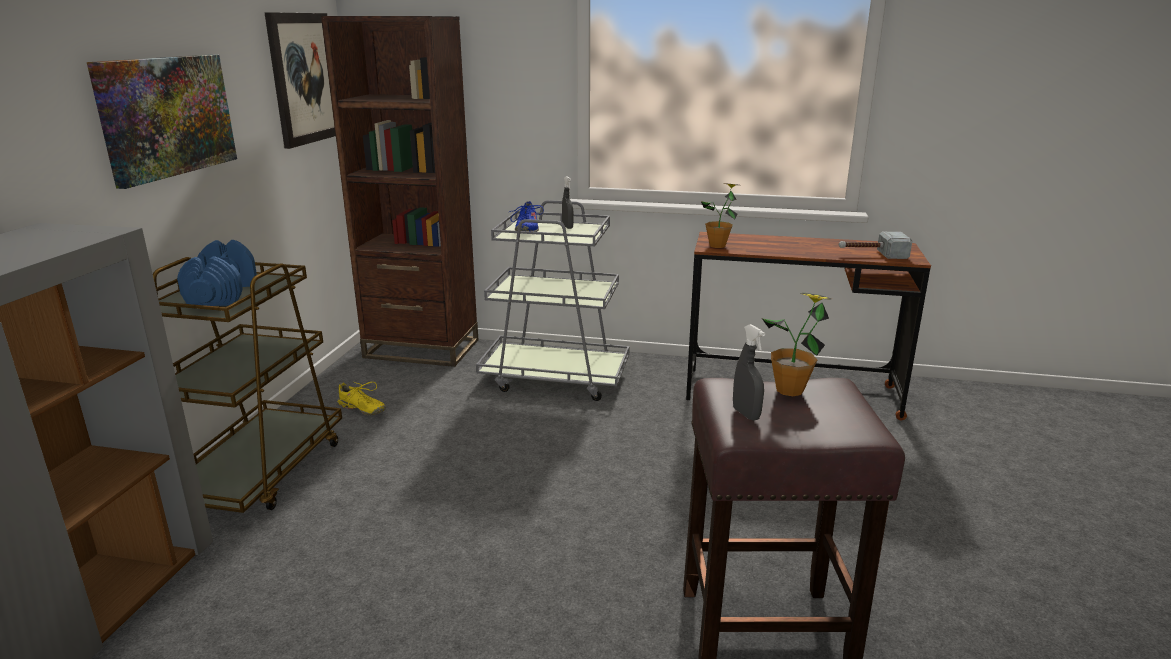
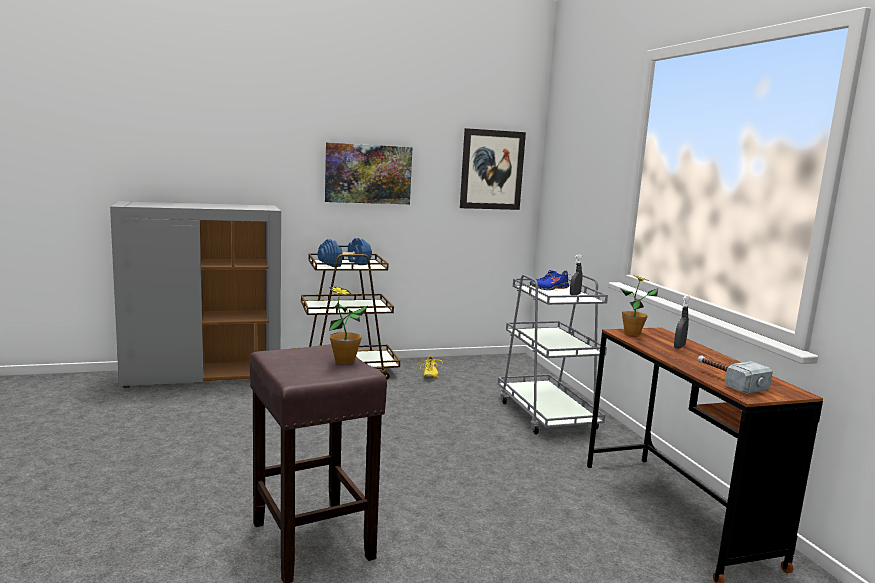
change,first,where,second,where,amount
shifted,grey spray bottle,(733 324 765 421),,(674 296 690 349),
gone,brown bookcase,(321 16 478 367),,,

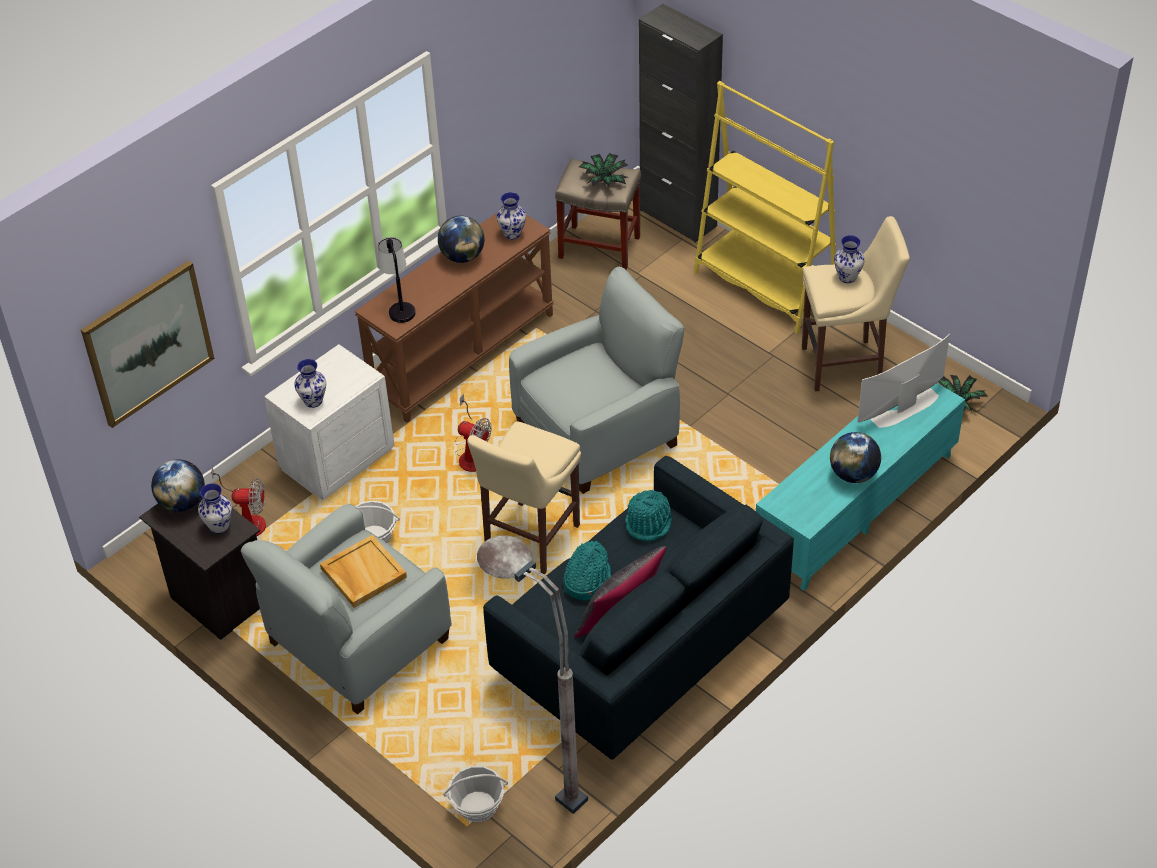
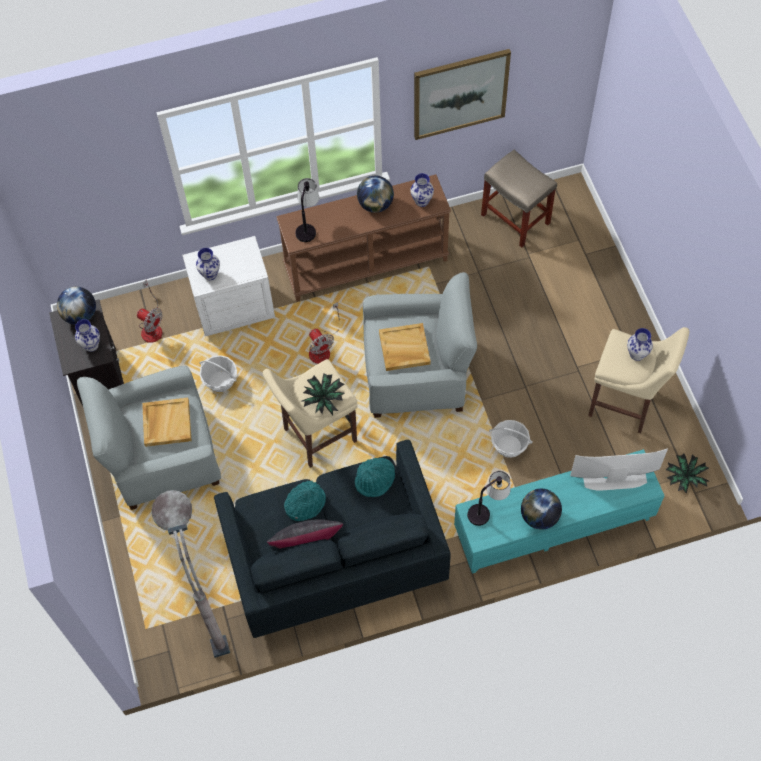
change,first,where,second,where,amount
shifted,potted plant,(579 153 628 187),,(302 373 345 415),
new,,,beige tray,(379 323 431 371),
shifted,picture,(81 261 215 428),,(414 49 511 140),
new,,,table lamp,(467 471 511 526),
shifted,basket,(443 766 508 822),,(489 420 533 458),
gone,black cabinet,(639 4 723 242),,,
gone,yellow bookcase,(694 81 836 334),,,

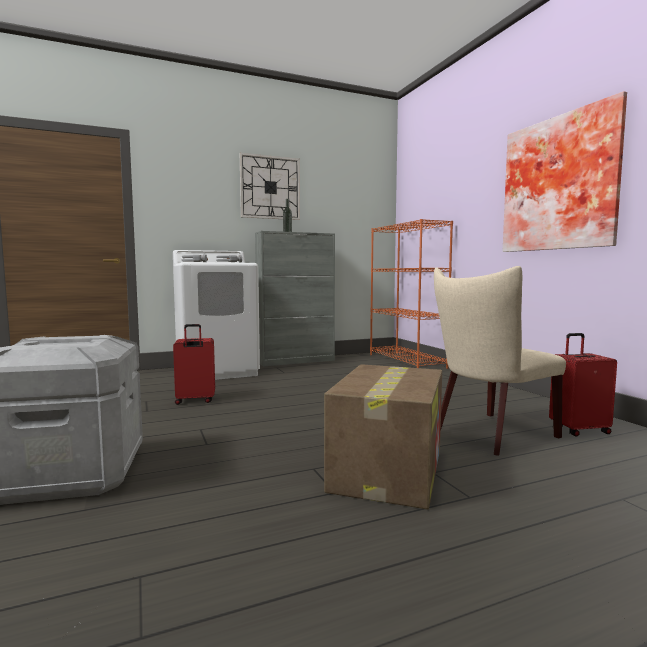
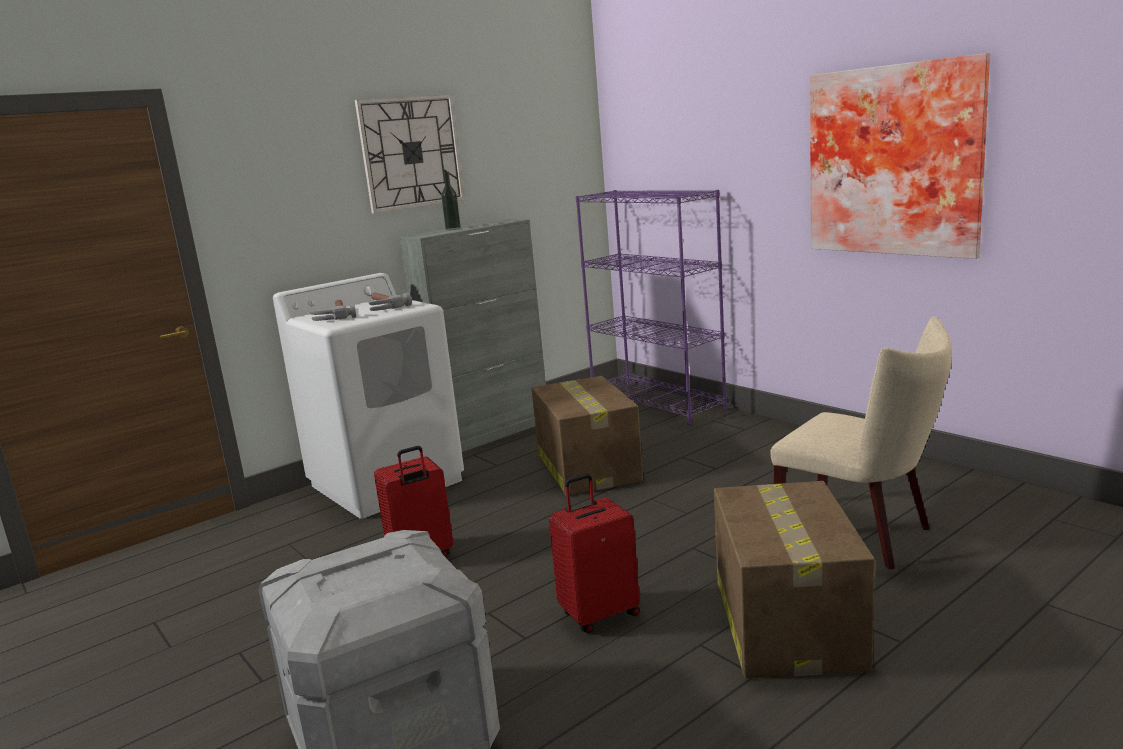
change,first,where,second,where,amount
new,,,cardboard box,(531 376 643 496),
shifted,red suitcase,(549 333 617 436),,(549 474 640 633),
repainted,orange bookcase,(370 219 453 369),purple bookcase,(576 190 727 425),
rotated,beige chair,(434 266 566 456),,(770 316 952 570),90 degrees counterclockwise

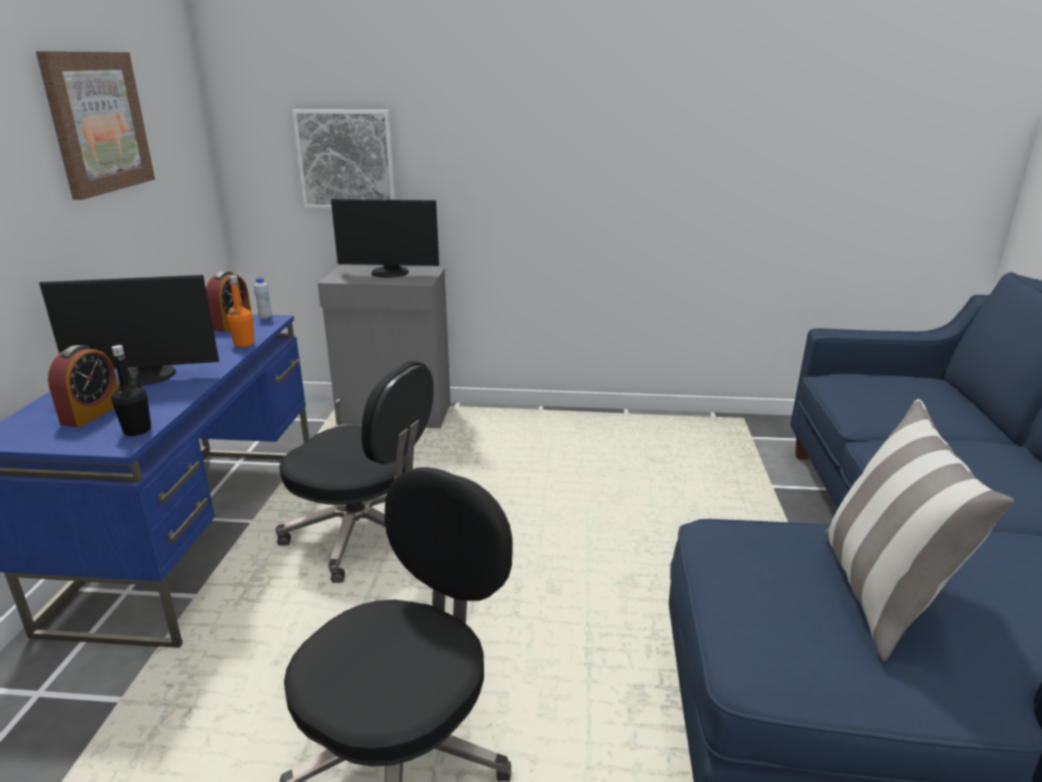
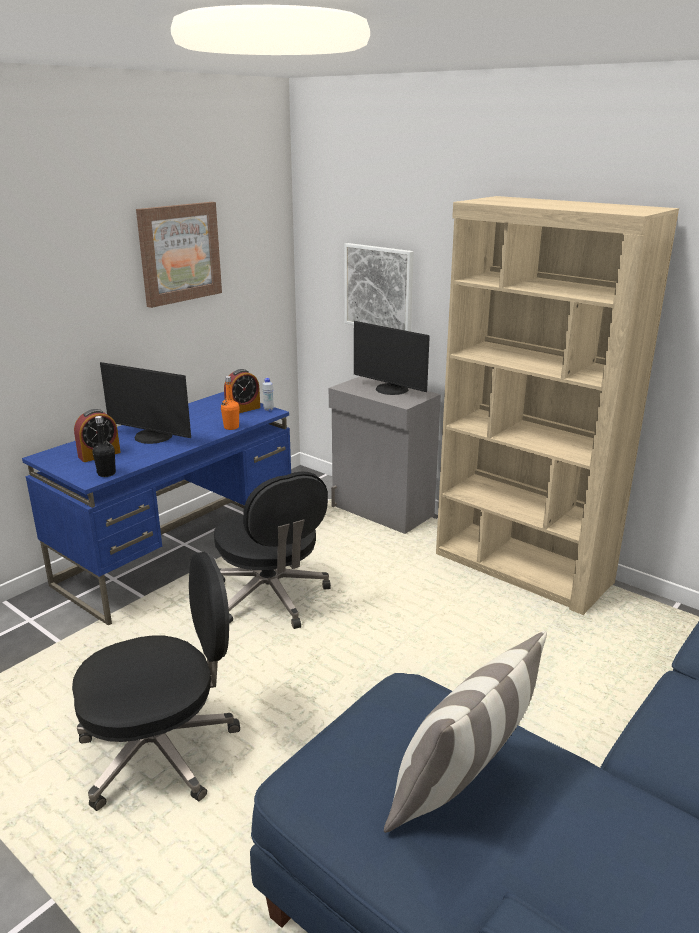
change,first,where,second,where,amount
new,,,beige bookcase,(436 196 679 615),

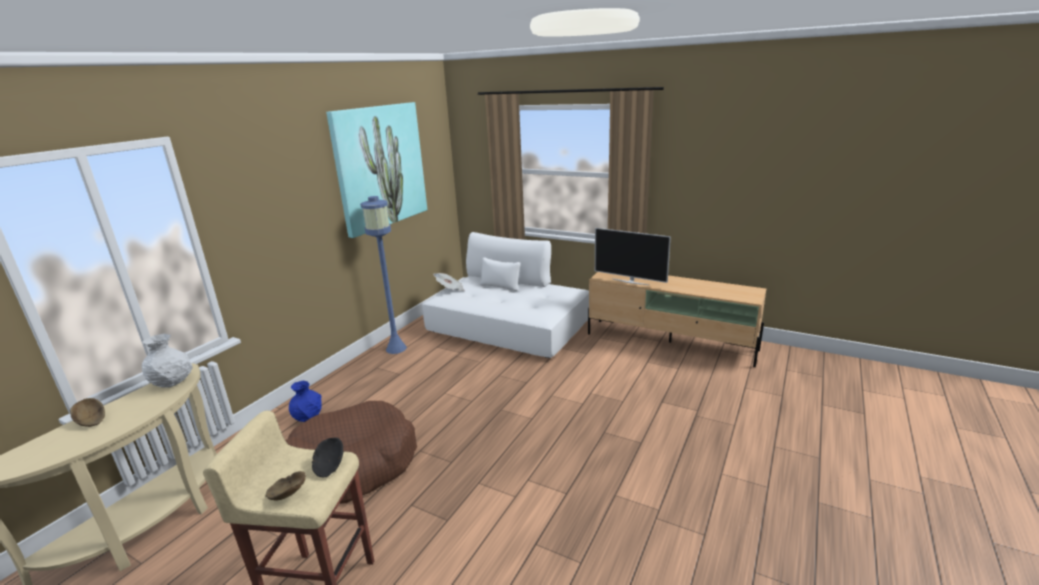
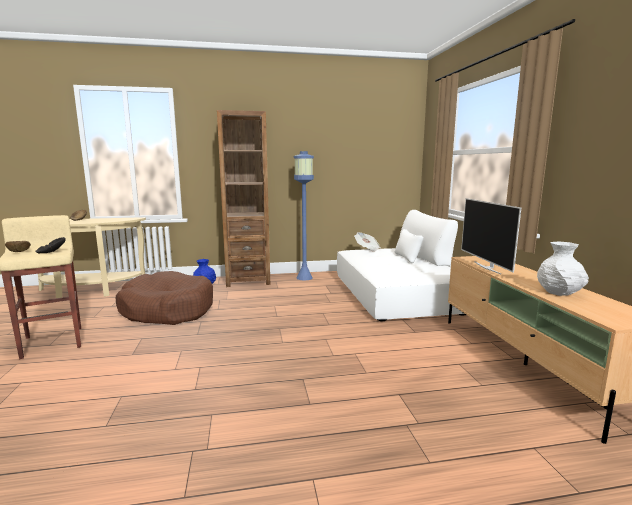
change,first,where,second,where,amount
new,,,brown bookcase,(217 110 270 287),
shifted,white vase,(142 334 193 388),,(537 242 589 296),
gone,picture,(326 102 427 238),,,

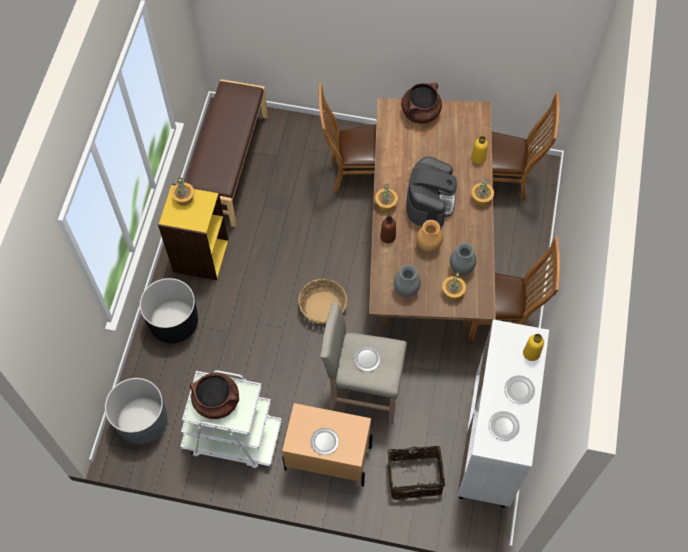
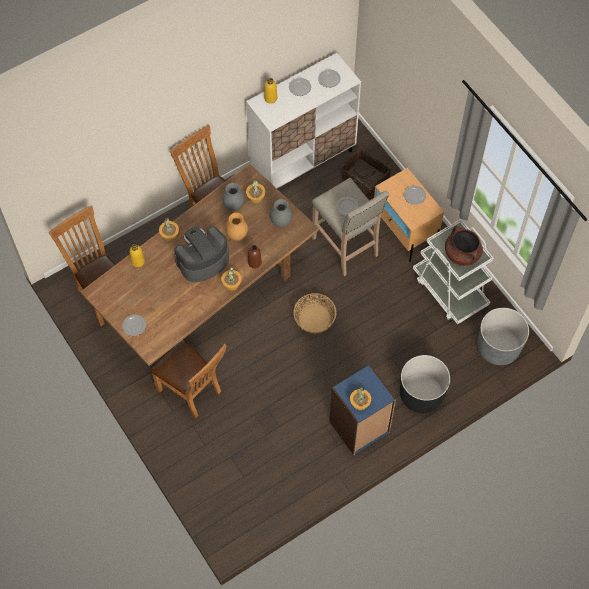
change,first,where,second,where,amount
swapped,brown cooking pot,(401 83 442 124),plate,(122 315 146 336),
repainted,yellow bookcase,(158 183 229 280),blue bookcase,(330 364 396 455),
gone,brown bench,(187 79 268 227),,,

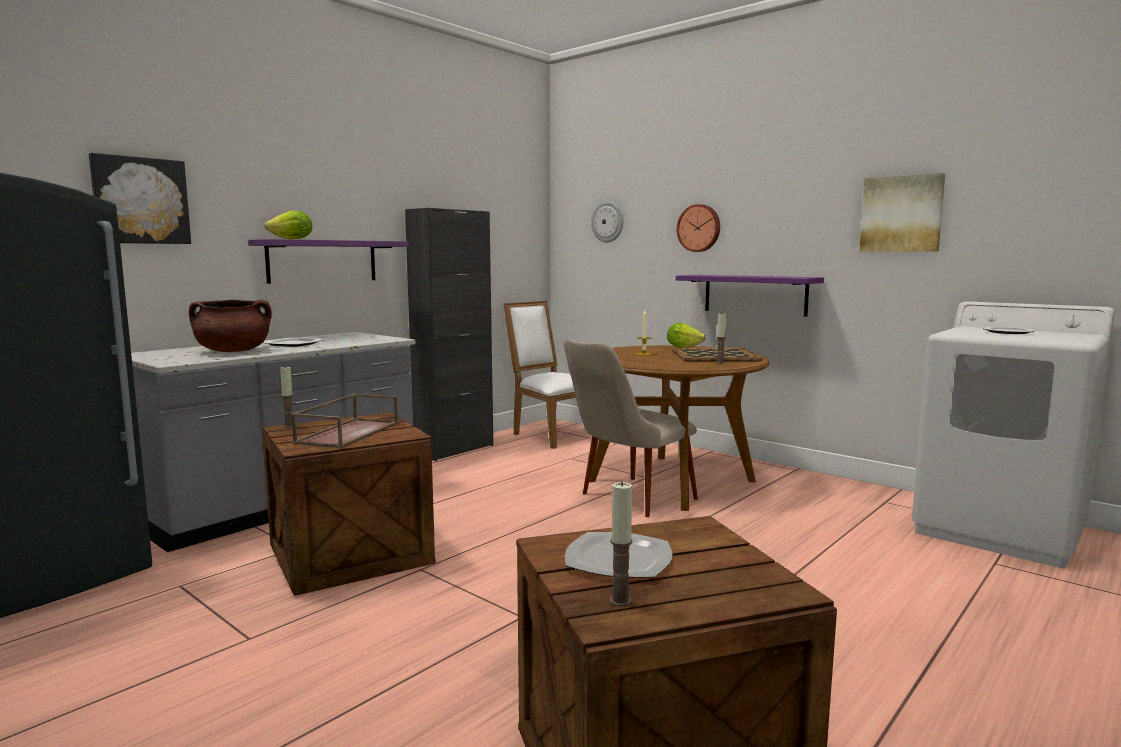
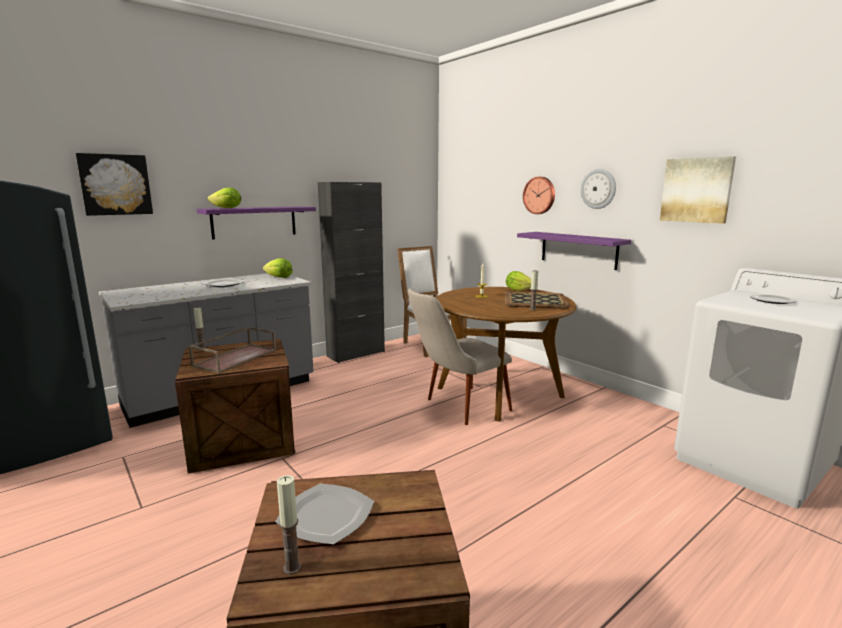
change,first,where,second,where,amount
new,,,lettuce,(263 258 293 278),
shifted,wall clock,(591 201 623 243),,(581 169 616 209),
gone,brown cooking pot,(189 300 272 352),,,

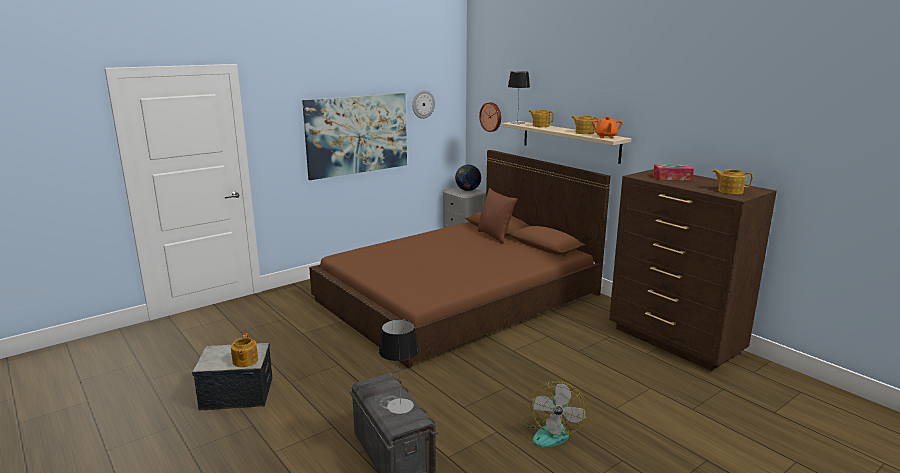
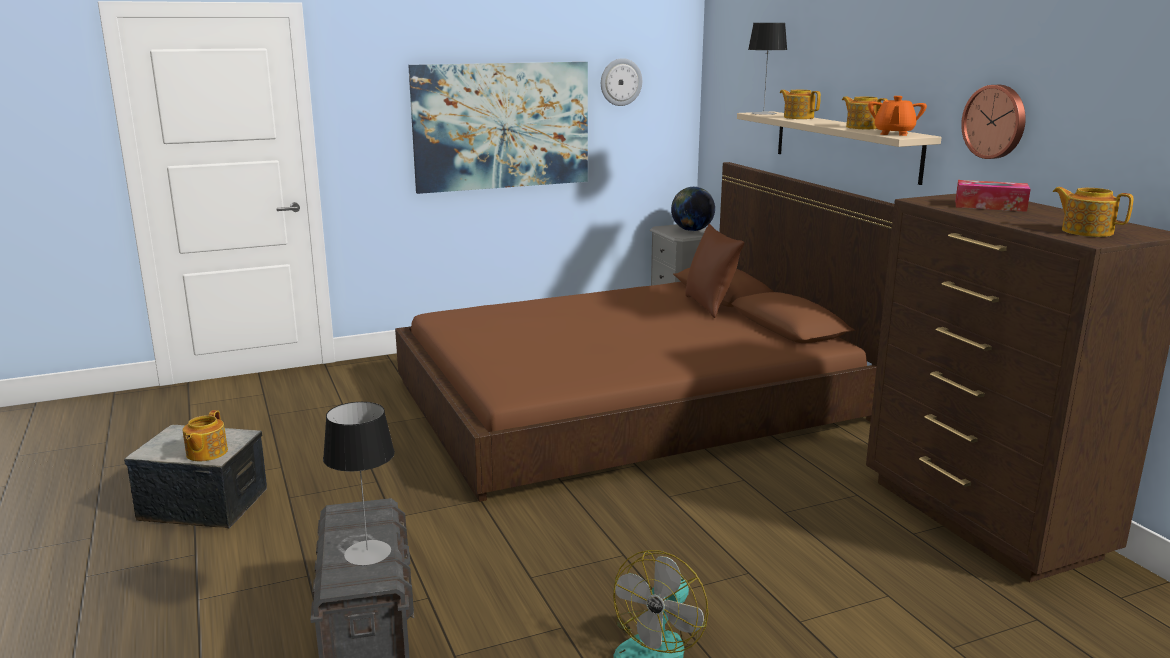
change,first,where,second,where,amount
shifted,wall clock,(479 102 501 132),,(961 85 1026 159),

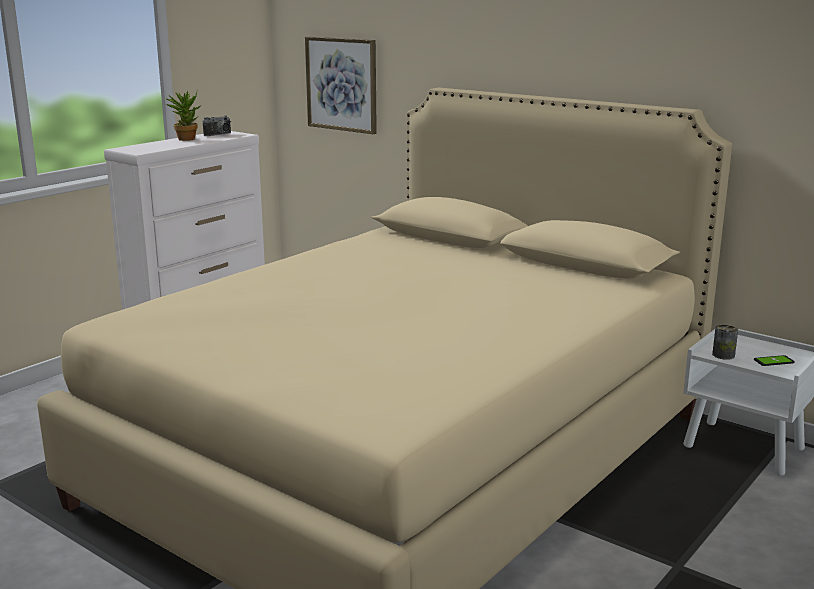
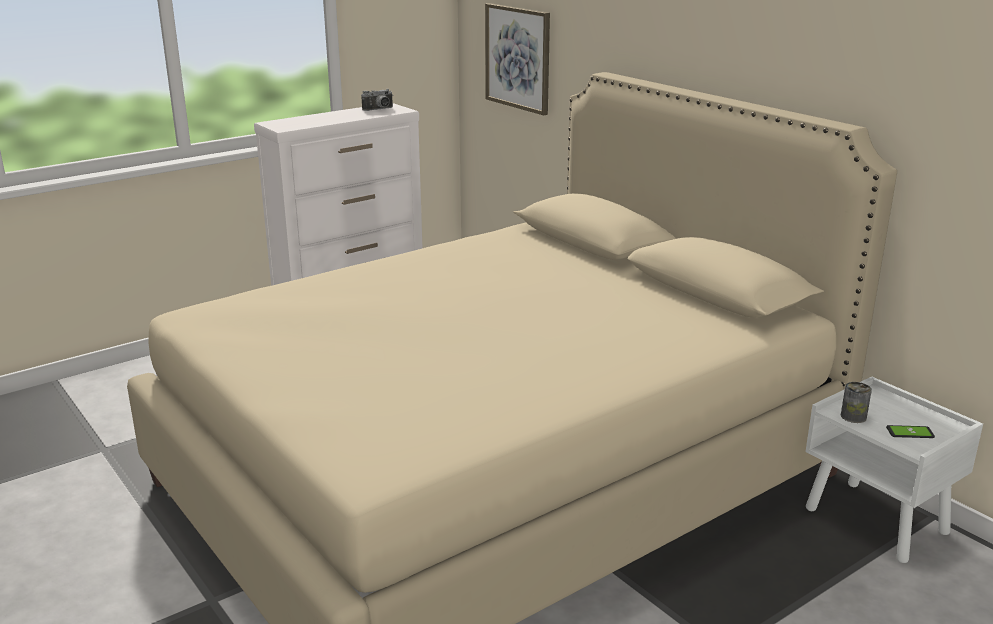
change,first,where,second,where,amount
gone,potted plant,(166 91 201 141),,,

